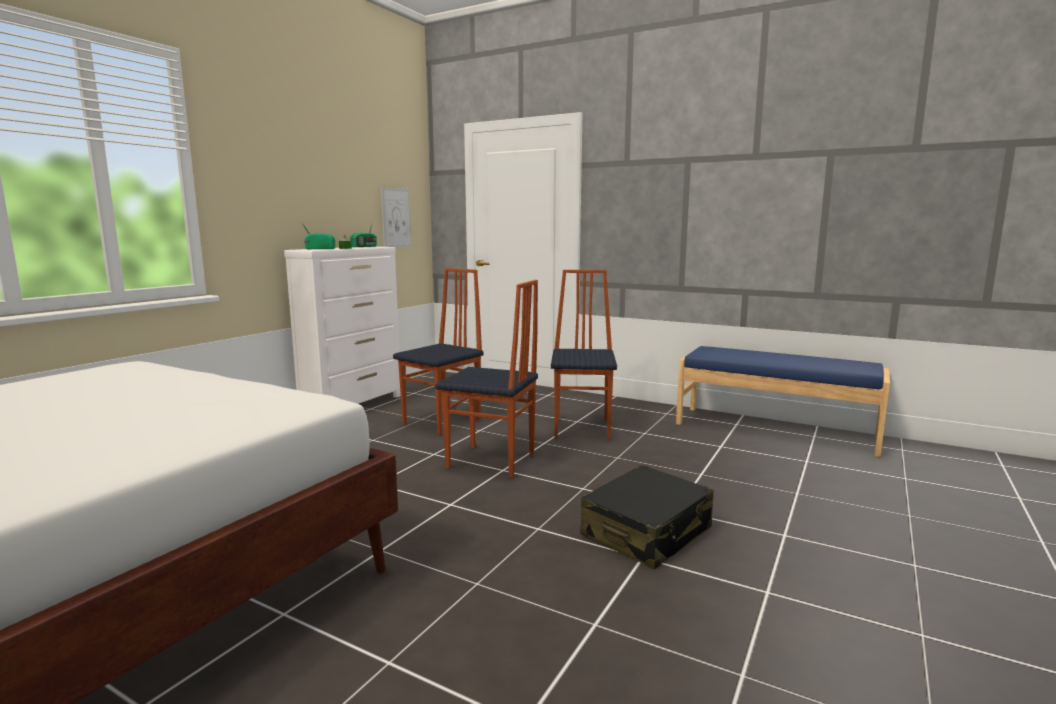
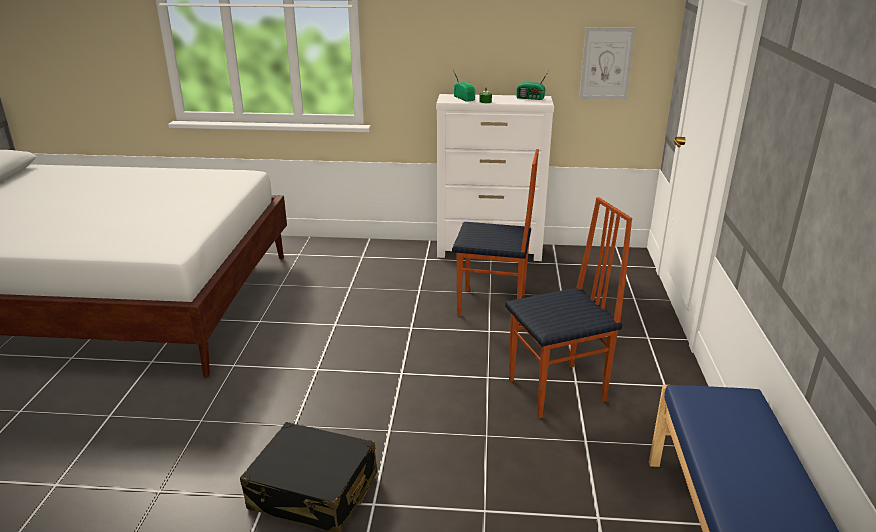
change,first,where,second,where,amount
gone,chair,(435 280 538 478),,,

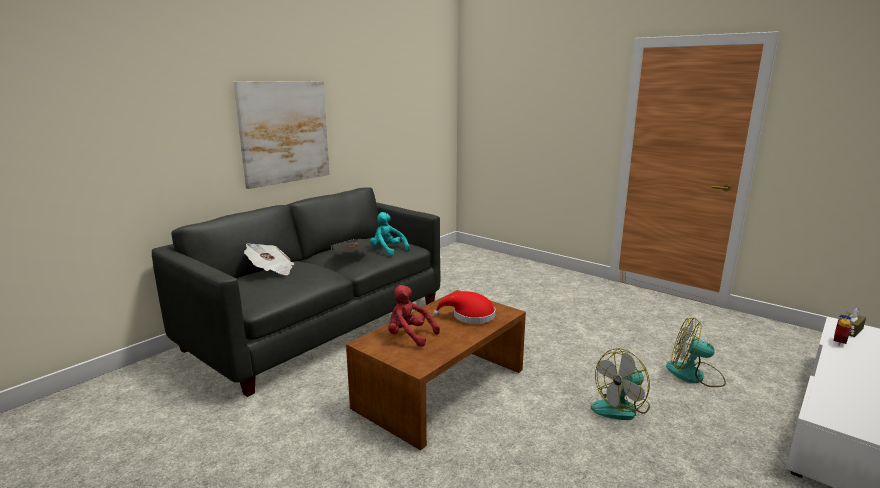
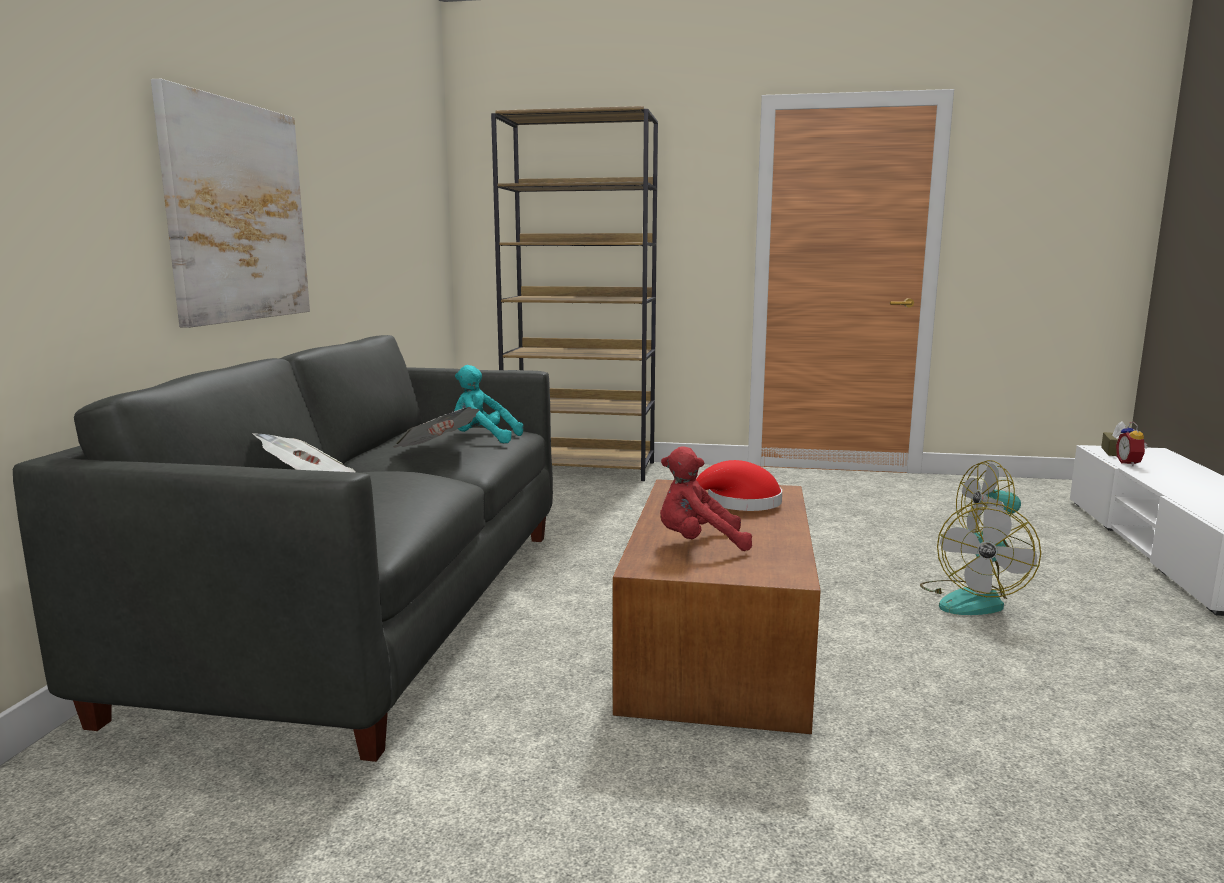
change,first,where,second,where,amount
new,,,brown bookcase,(491 106 658 481),

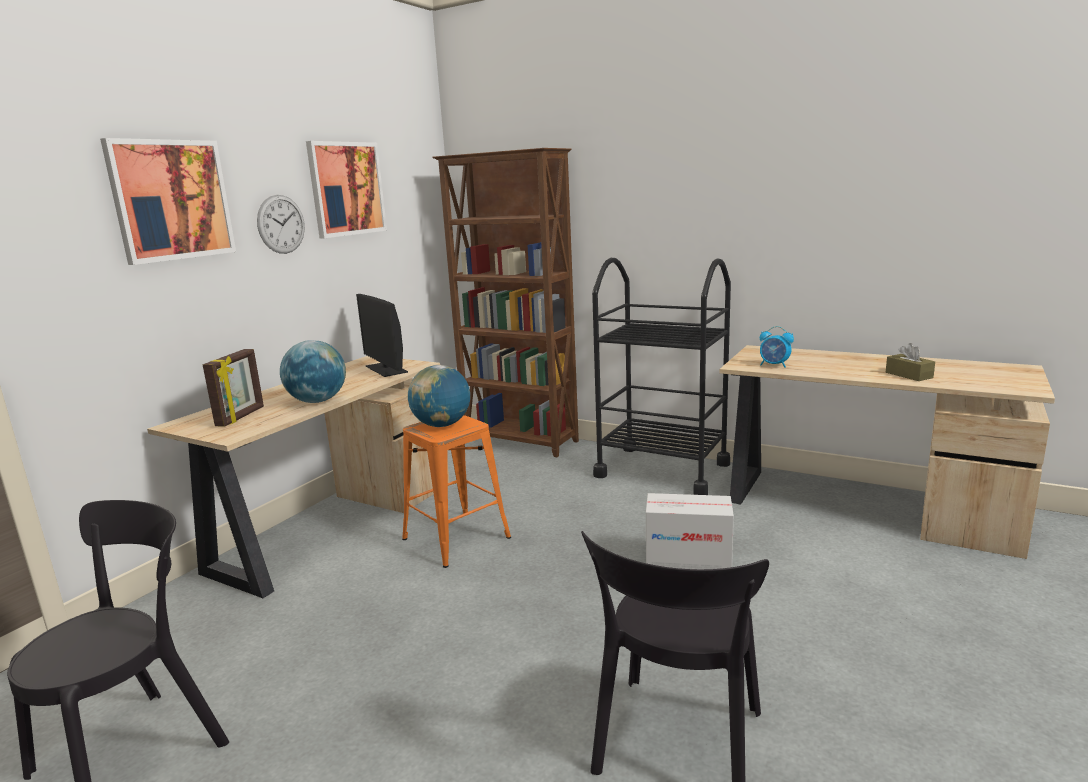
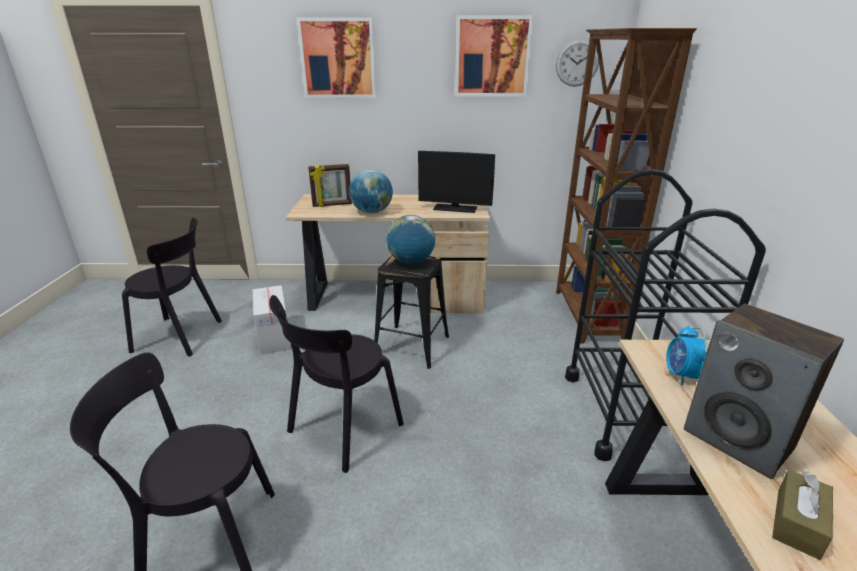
change,first,where,second,where,amount
shifted,cardboard box,(646 493 734 569),,(253 285 291 354),
new,,,black chair,(269 295 404 473),
repainted,orange stool,(402 415 511 568),black stool,(374 256 449 369),
rotated,monitor,(356 294 408 377),,(418 151 495 213),105 degrees counterclockwise
shifted,wall clock,(257 195 305 254),,(556 40 599 87),
new,,,speaker,(684 304 844 479),

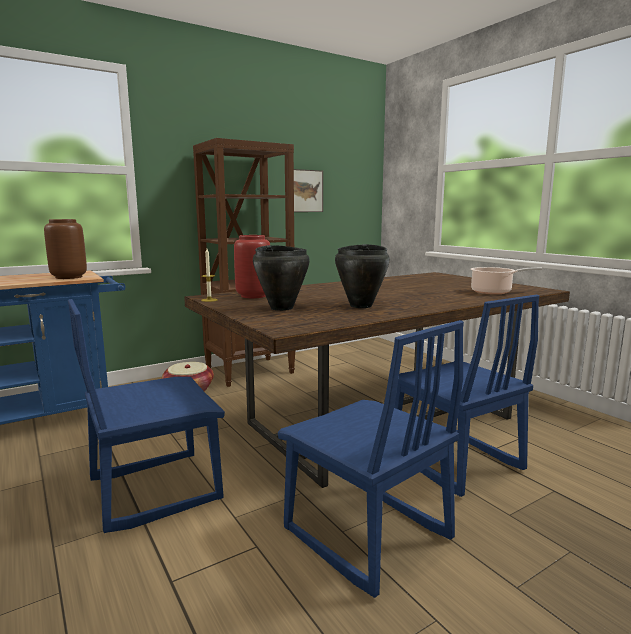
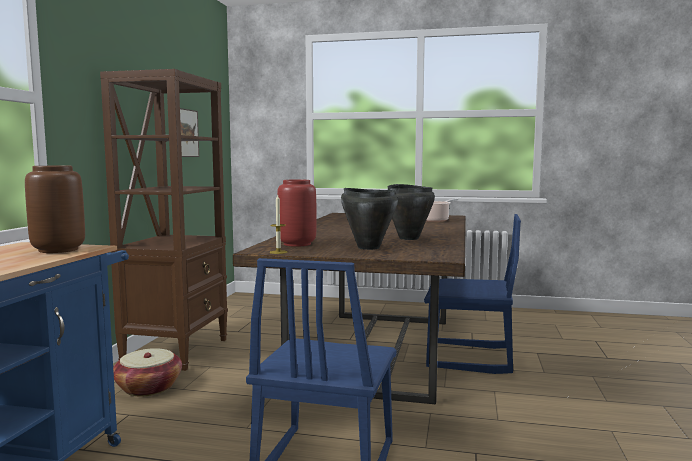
change,first,where,second,where,amount
gone,blue chair,(278 320 464 598),,,

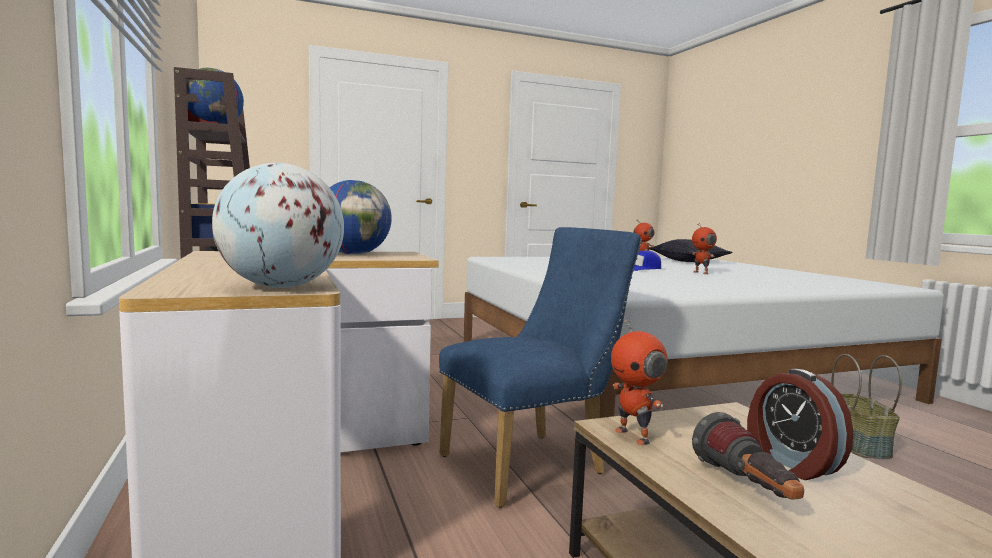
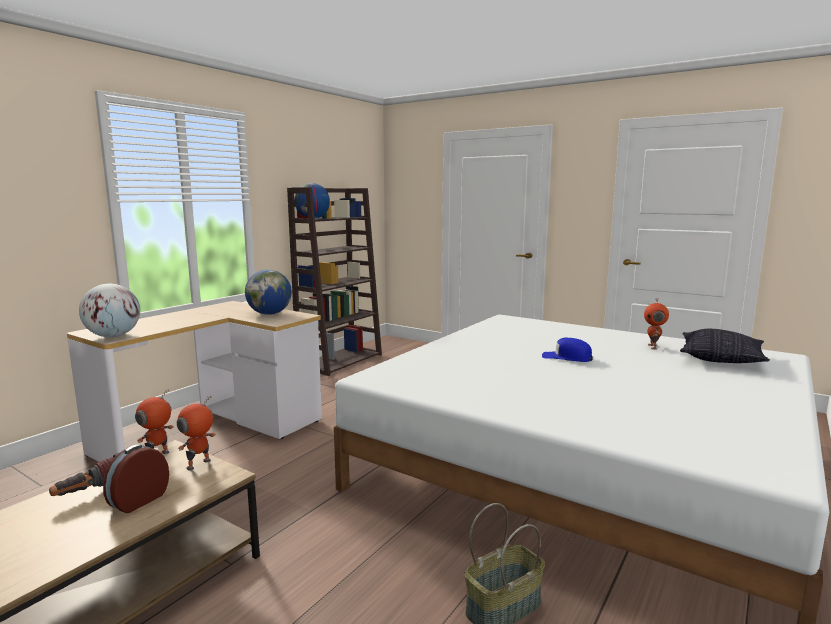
change,first,where,second,where,amount
shifted,toy robot,(692 223 717 274),,(177 396 216 470),
gone,blue chair,(439 227 641 508),,,

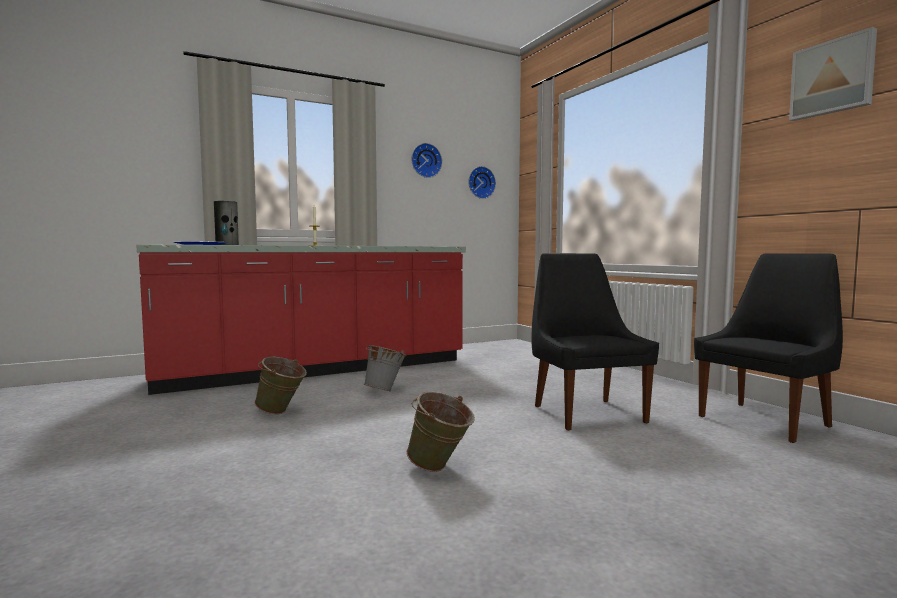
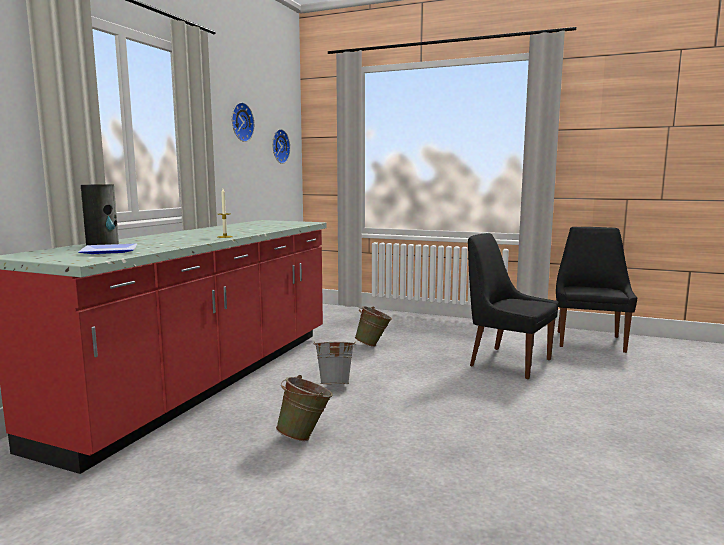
change,first,where,second,where,amount
shifted,green bucket,(406 391 475 472),,(355 306 392 347),
gone,picture,(789 27 877 121),,,

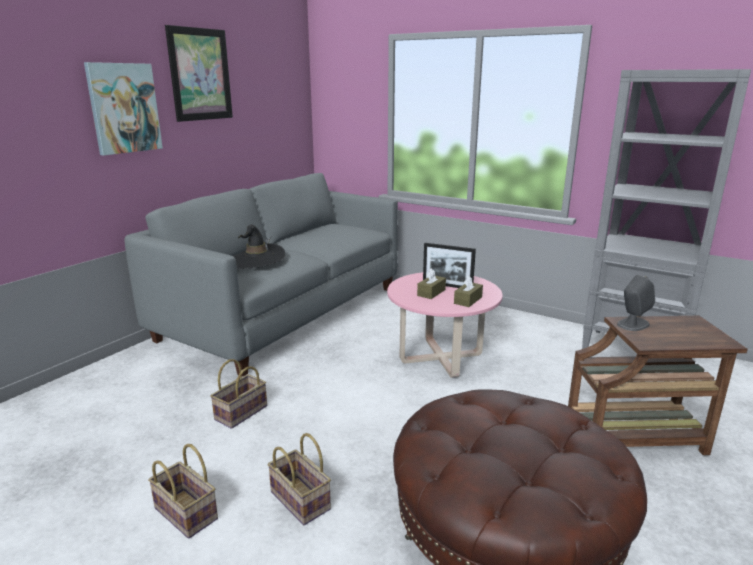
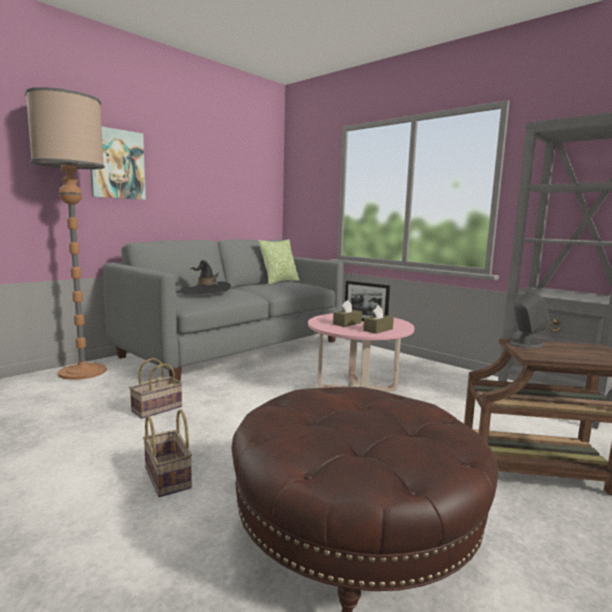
change,first,where,second,where,amount
new,,,floor lamp,(25 87 107 380),
new,,,pillow,(258 239 300 284),
gone,basket,(148 444 218 539),,,
gone,picture,(165 25 233 122),,,

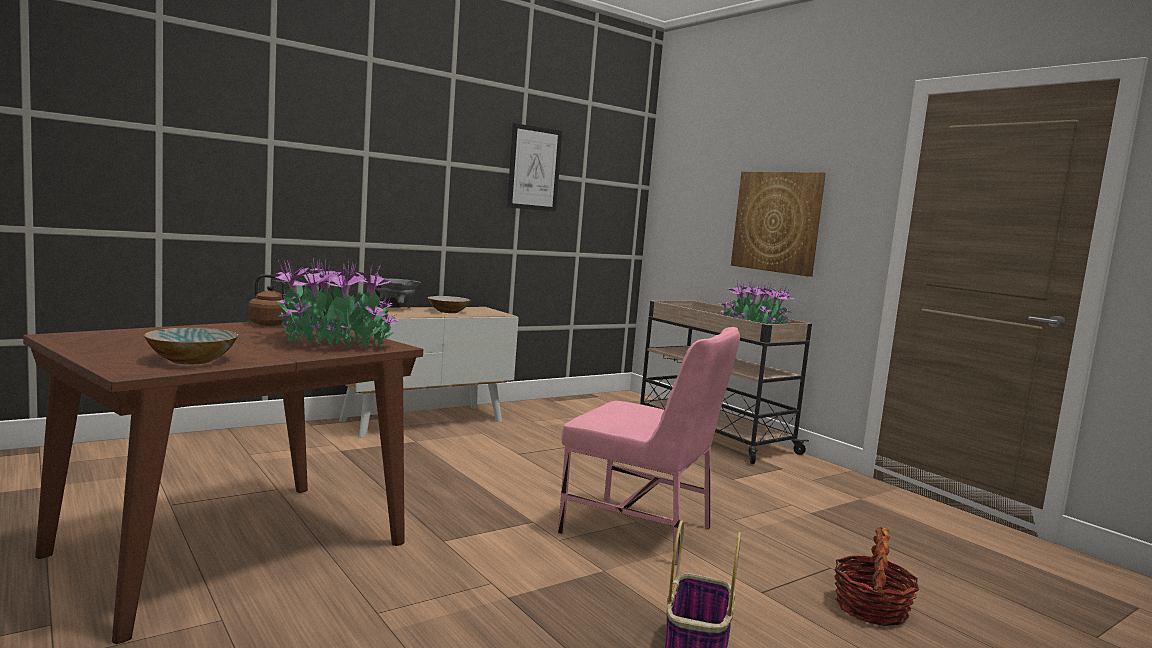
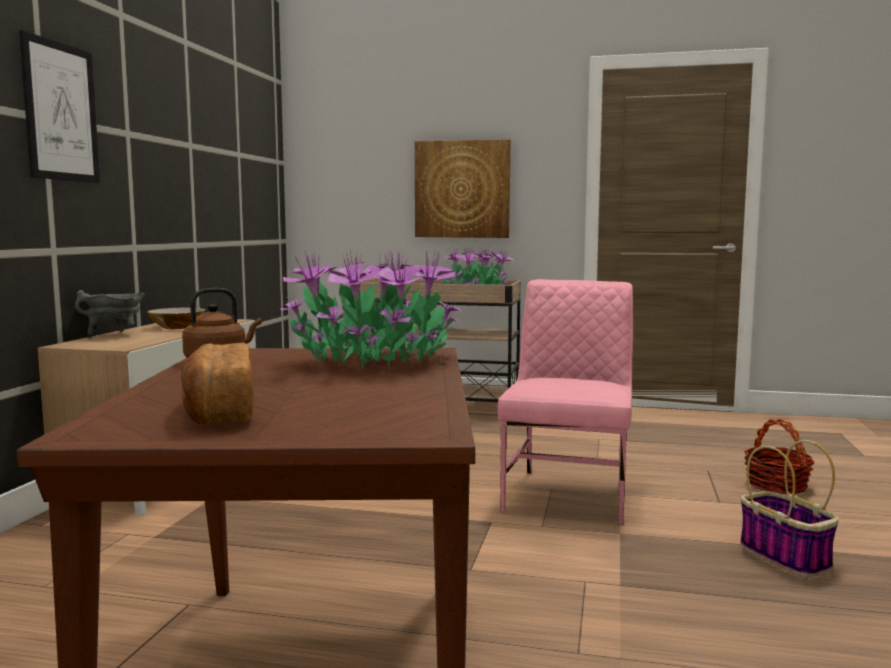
change,first,where,second,where,amount
shifted,picture,(507 123 562 212),,(19 30 100 183),
new,,,bread,(181 343 254 425),
rotated,pink chair,(558 327 740 565),,(498 279 633 525),60 degrees counterclockwise
gone,bowl,(144 328 238 364),,,

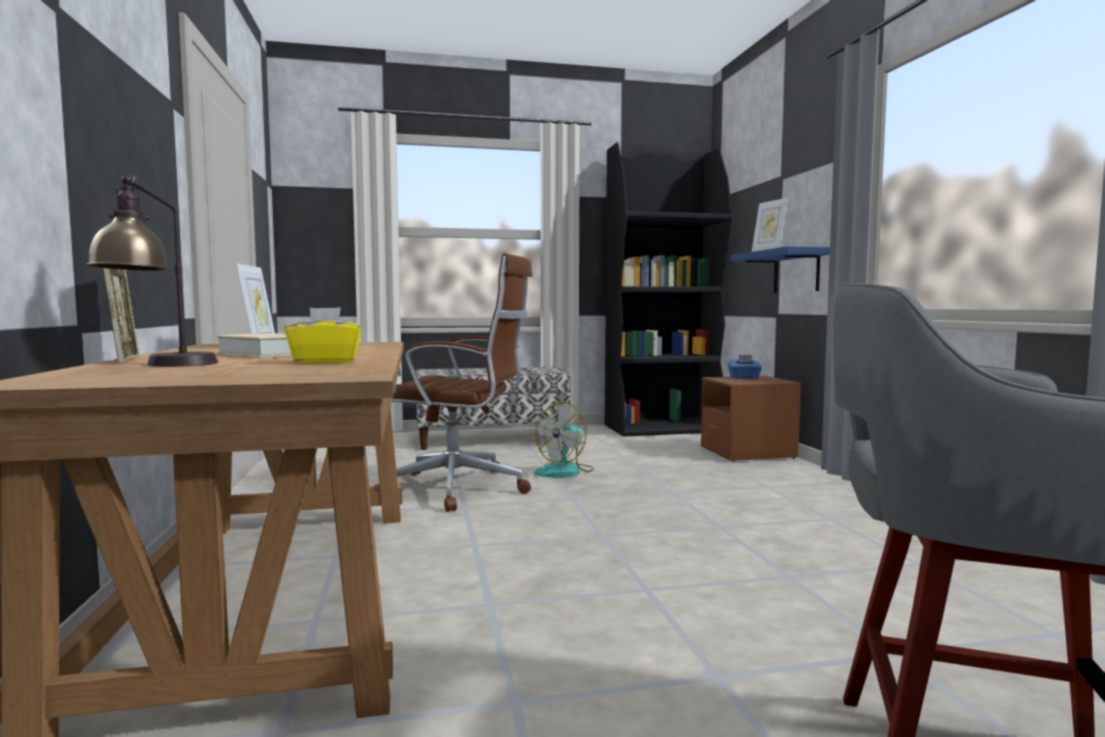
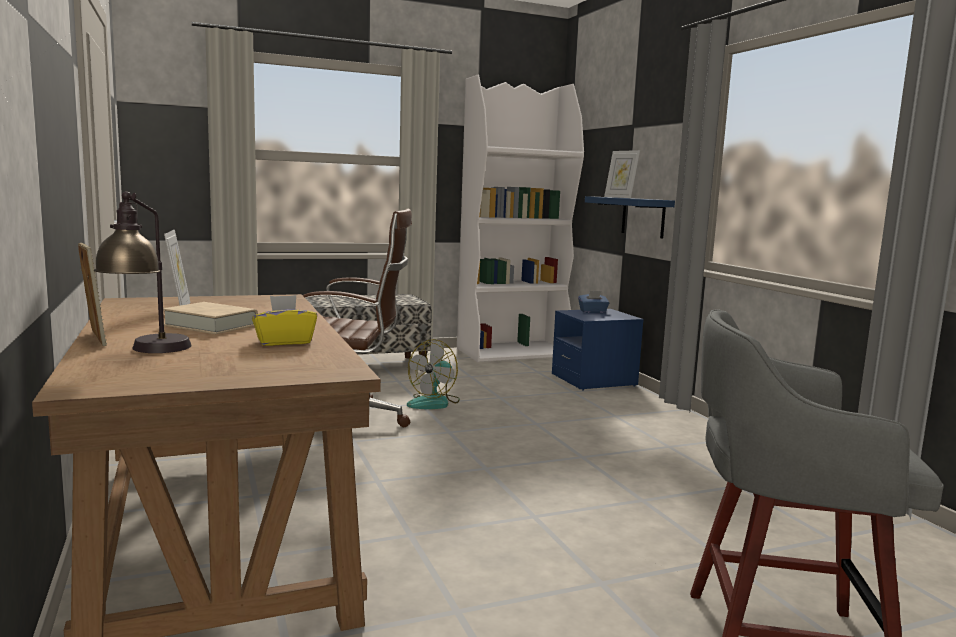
change,first,where,second,where,amount
repainted,black bookcase,(605 142 732 437),white bookcase,(457 74 584 362),
repainted,brown nightstand,(701 376 801 462),blue nightstand,(552 309 644 391),

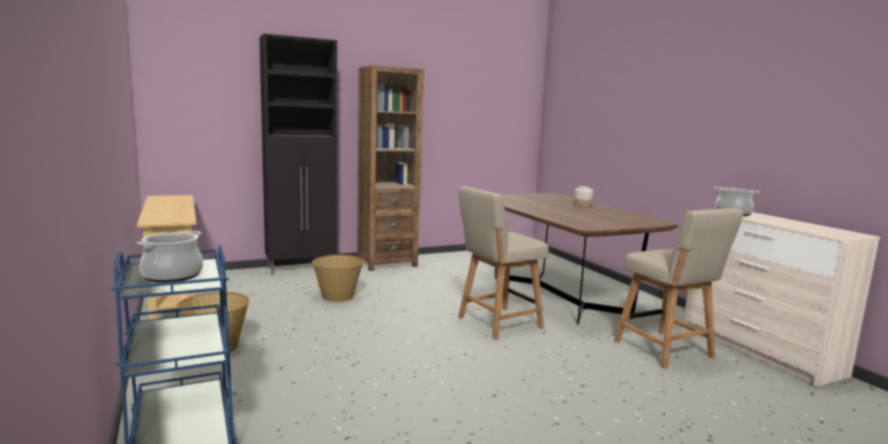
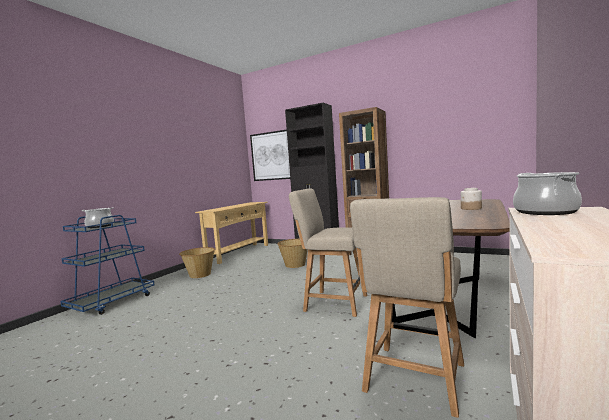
change,first,where,second,where,amount
new,,,picture,(250 130 290 181),

